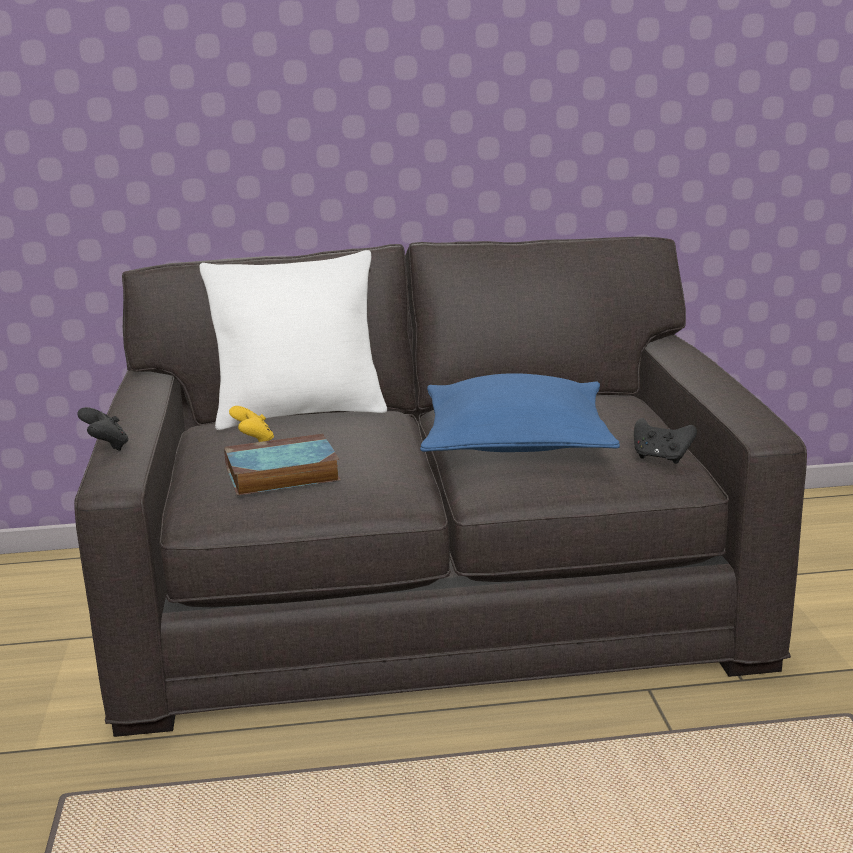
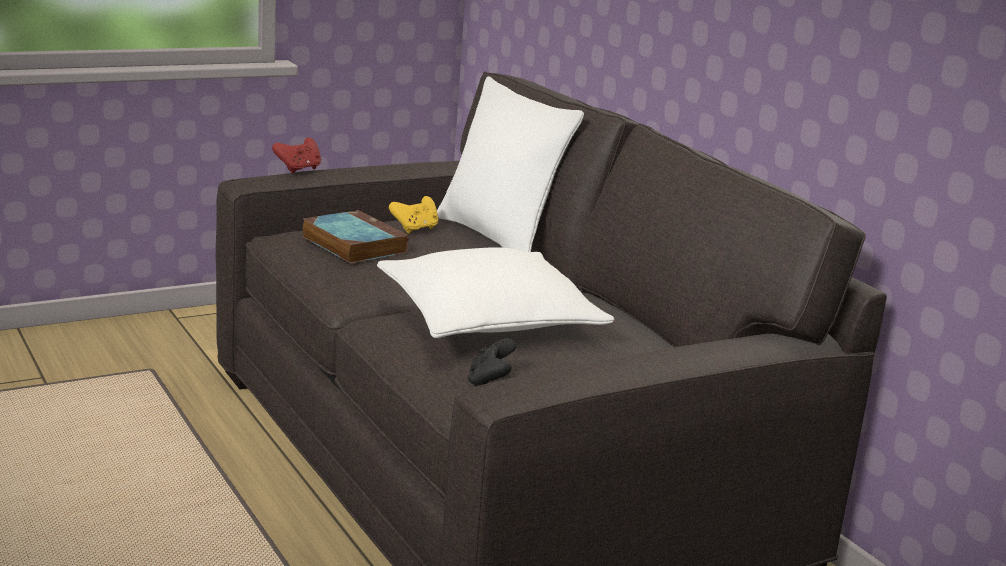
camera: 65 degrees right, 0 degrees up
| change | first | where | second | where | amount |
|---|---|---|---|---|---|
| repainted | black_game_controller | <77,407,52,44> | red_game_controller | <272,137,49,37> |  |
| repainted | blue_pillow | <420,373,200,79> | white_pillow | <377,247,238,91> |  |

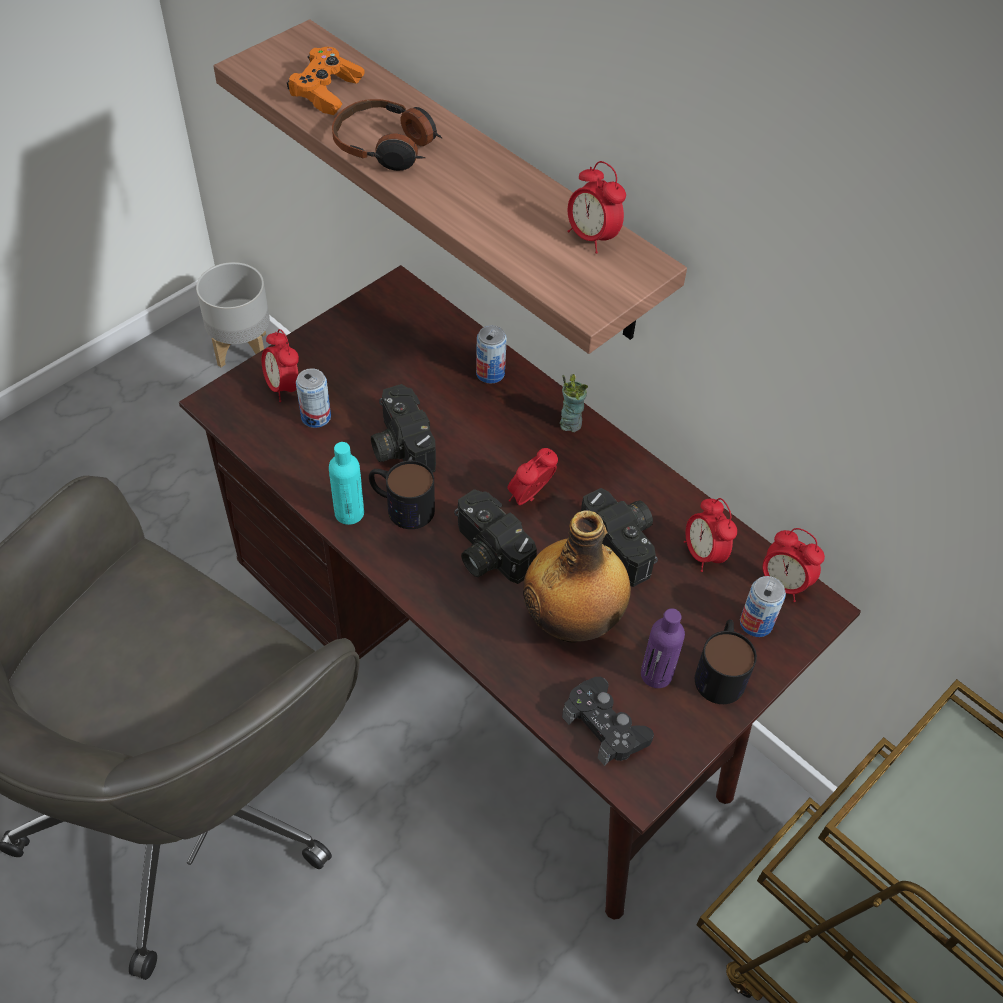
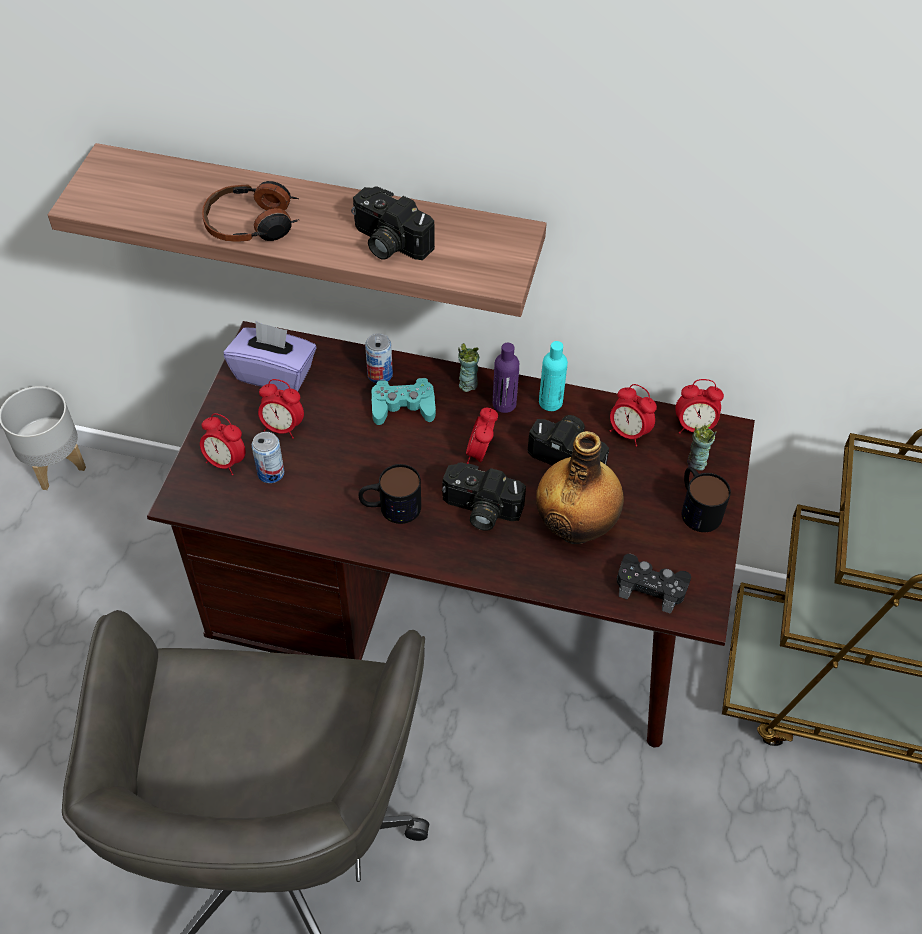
camera: 30 degrees left, 0 degrees up
| change | first | where | second | where | amount |
|---|---|---|---|---|---|
| new |  |  | purple_tissue_box | <224,321,92,70> |  |
| shifted | alarm_clock | <568,161,58,93> |  | <258,379,46,60> |  |
| shifted | photo_camera | <371,384,65,88> |  | <351,186,84,74> |  |
| new |  |  | turquoise_game_controller | <371,378,65,47> |  |
| shifted | purple_bottle | <641,608,44,80> |  | <493,343,26,70> |  |
| shifted | turquoise_bottle | <329,442,35,83> |  | <539,341,29,70> |  |
| swapped | can | <740,576,46,61> | cup | <687,424,30,47> |  |
| gone | orange_game_controller | <287,47,78,68> |  |  |  |

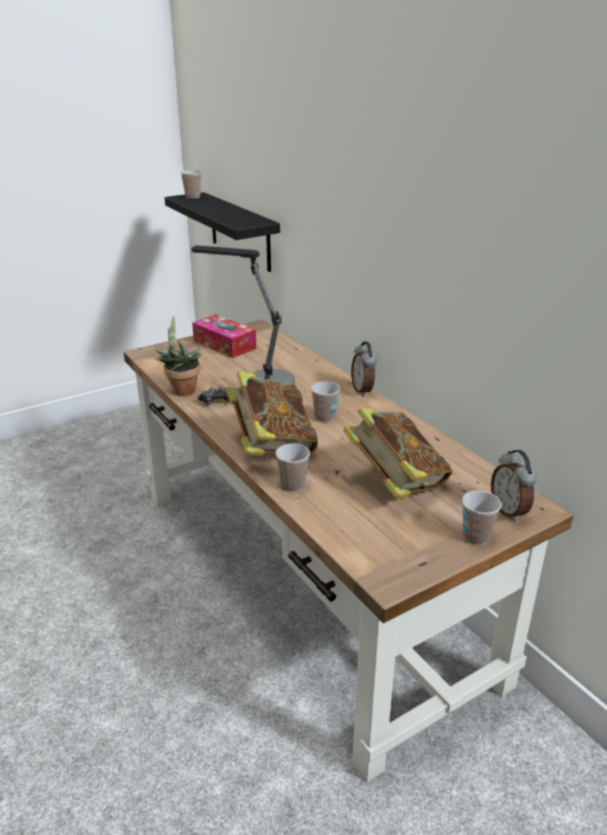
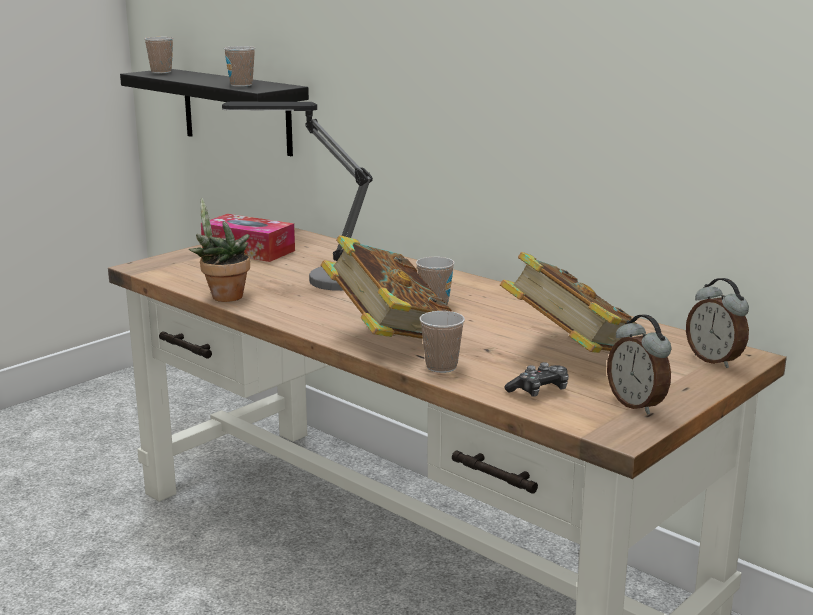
camera: 15 degrees left, 10 degrees down
| change | first | where | second | where | amount |
|---|---|---|---|---|---|
| shifted | cup | <462,491,40,54> |  | <223,46,32,41> |  |
| shifted | game_controller | <198,386,32,19> |  | <505,362,64,35> |  |
| shifted | alarm_clock | <351,341,26,55> |  | <607,315,64,100> |  |

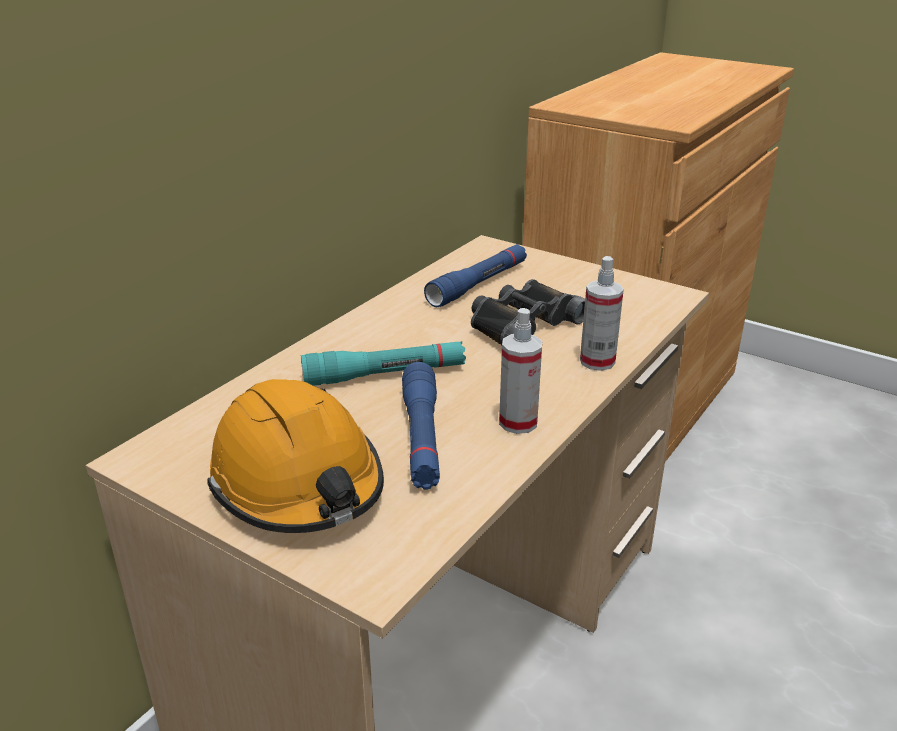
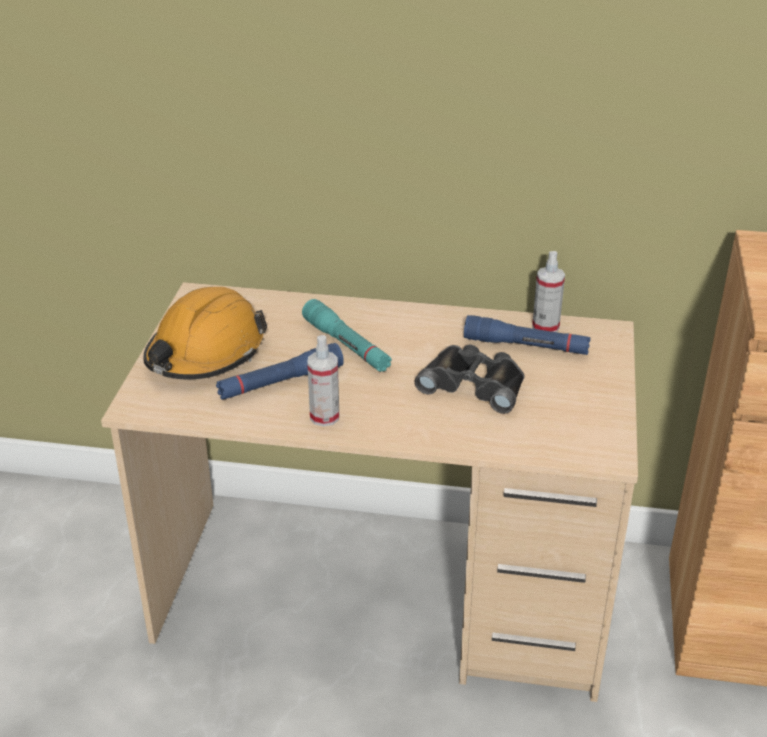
camera: 65 degrees right, 5 degrees up
| change | first | where | second | where | amount |
|---|---|---|---|---|---|
| shifted | spray_bottle | <580,256,44,115> |  | <532,251,33,81> |  |

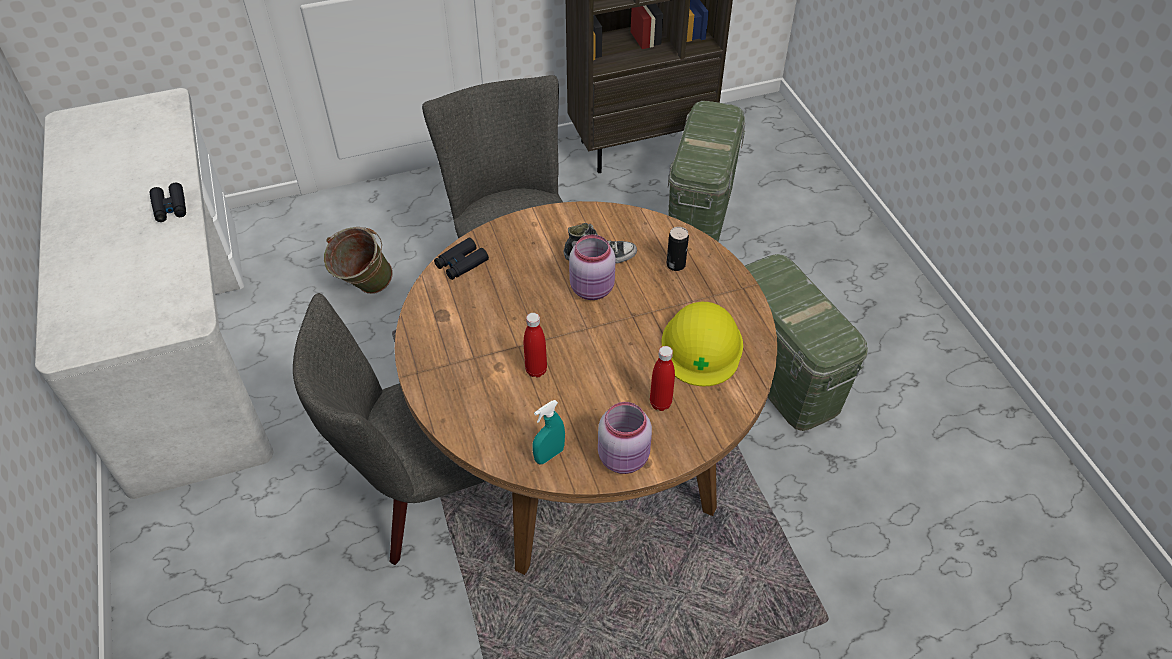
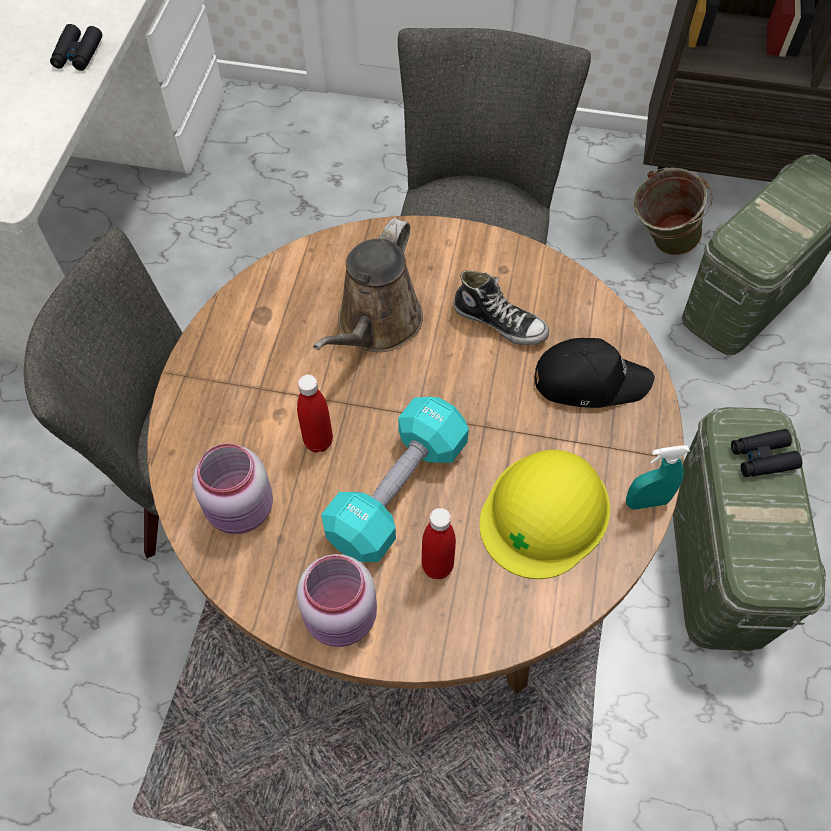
camera: 30 degrees right, 10 degrees up
| change | first | where | second | where | amount |
|---|---|---|---|---|---|
| shifted | pink_jar | <569,235,47,65> |  | <193,443,80,91> |  |
| new |  |  | brown_watering_can | <313,218,110,134> |  |
| new |  |  | turquoise_dumbbell | <321,397,148,165> |  |
| swapped | can | <666,227,23,44> | black_cap | <534,338,121,70> |  |
| shifted | turquoise_spray_bottle | <532,400,33,64> |  | <626,445,64,65> |  |
| shifted | green_bucket | <324,227,69,67> |  | <634,168,78,87> |  |
| shifted | black_binoculars | <434,238,55,42> |  | <731,429,71,48> |  |

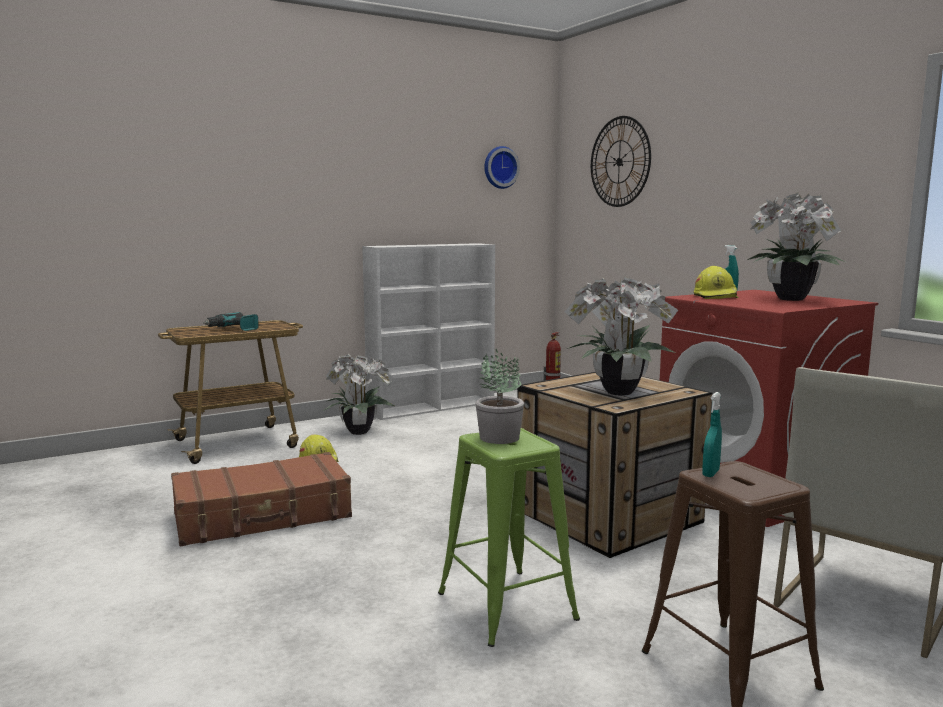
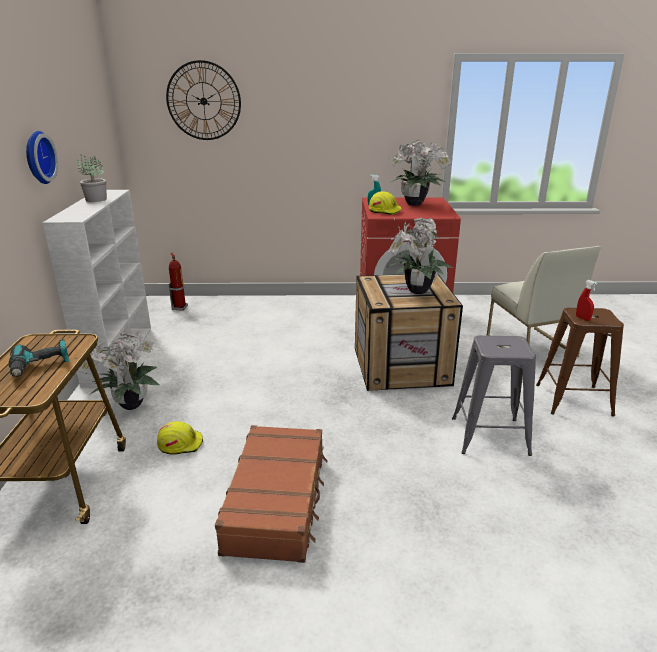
camera: 60 degrees left, 15 degrees up
| change | first | where | second | where | amount |
|---|---|---|---|---|---|
| shifted | wall_clock | <484,146,36,43> |  | <26,131,32,53> |  |
| shifted | potted_plant | <475,349,49,95> |  | <77,155,30,47> |  |
| repainted | green_stool | <438,428,142,219> | grey_stool | <452,335,84,121> |  |
| repainted | turquoise_spray_bottle | <702,392,20,85> | red_spray_bottle | <576,280,21,41> |  |

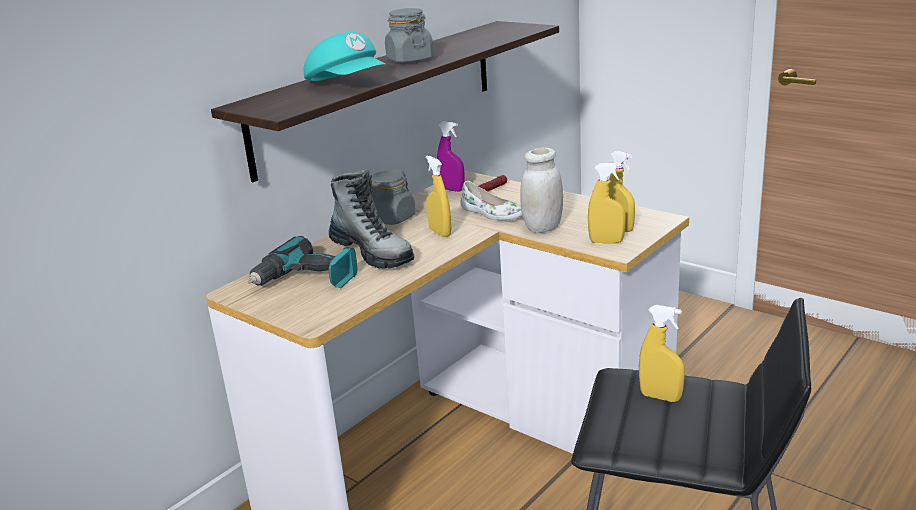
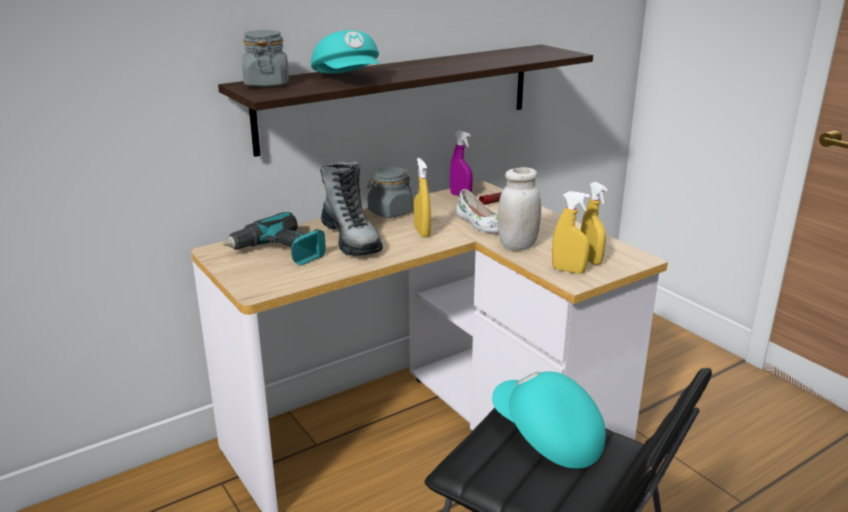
camera: 15 degrees right, 0 degrees up
| change | first | where | second | where | amount |
|---|---|---|---|---|---|
| shifted | grey_jar | <385,8,49,55> |  | <242,30,47,57> |  |
| swapped | yellow_spray_bottle | <639,305,46,97> | turquoise_cap | <492,371,114,98> |  |

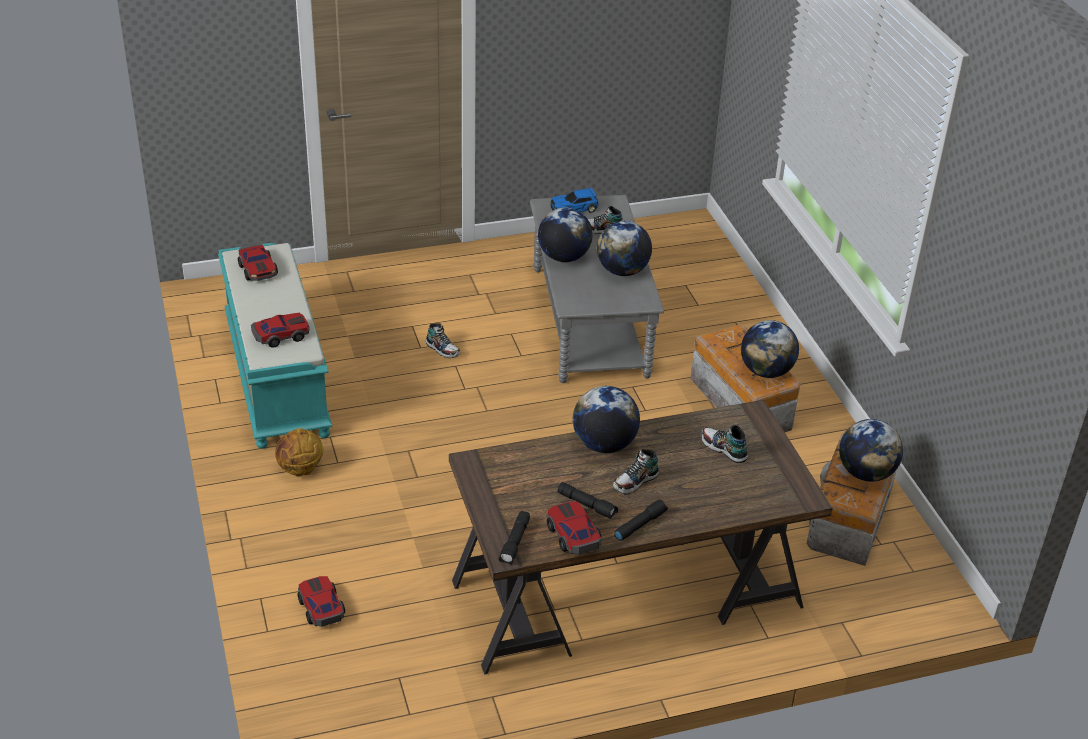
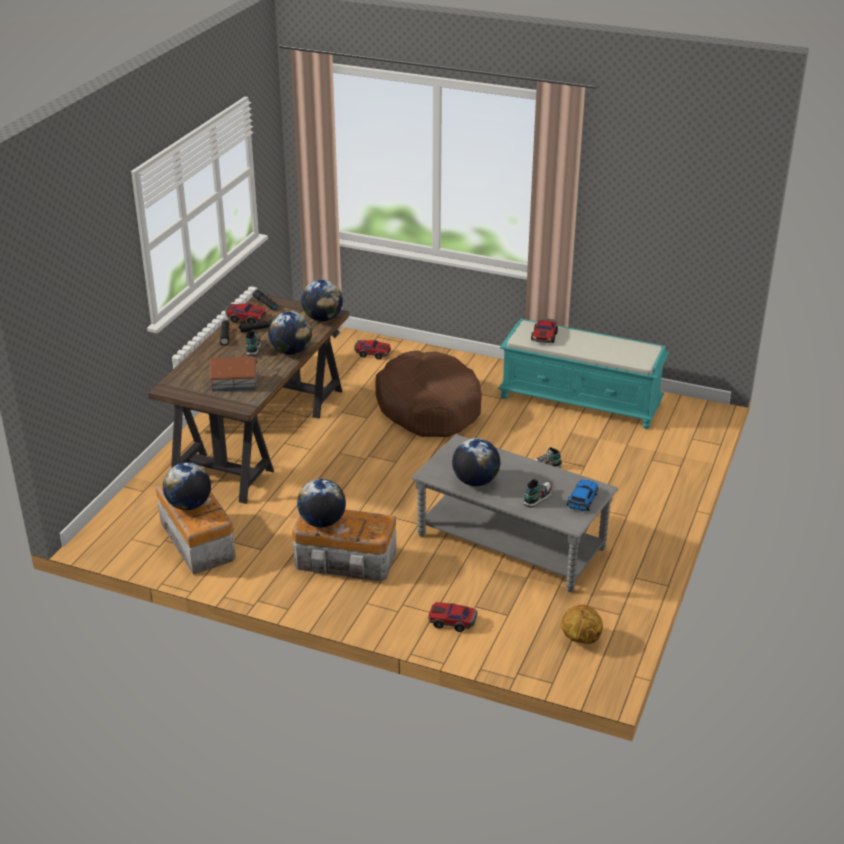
camera: 130 degrees right, 5 degrees down
| change | first | where | second | where | amount |
|---|---|---|---|---|---|
| swapped | shoe | <702,425,46,38> | toy_house | <209,357,49,34> |  |
| shifted | globe | <538,207,55,55> |  | <301,280,42,41> |  |
| new |  |  | brown_dog_bed | <375,350,107,87> |  |
| shifted | toy_car | <238,243,40,38> |  | <428,602,49,30> |  |
| shifted | basketball | <275,428,49,48> |  | <561,605,42,39> |  |

